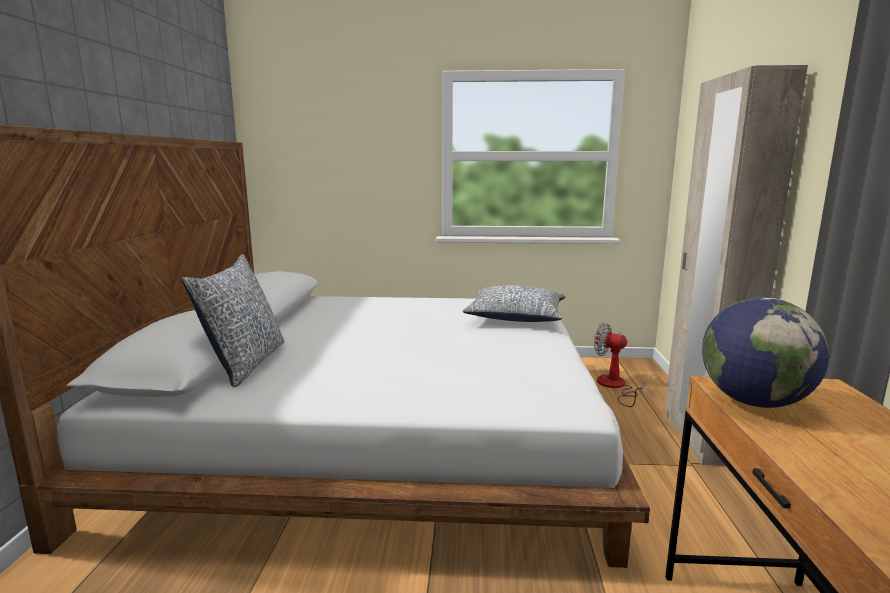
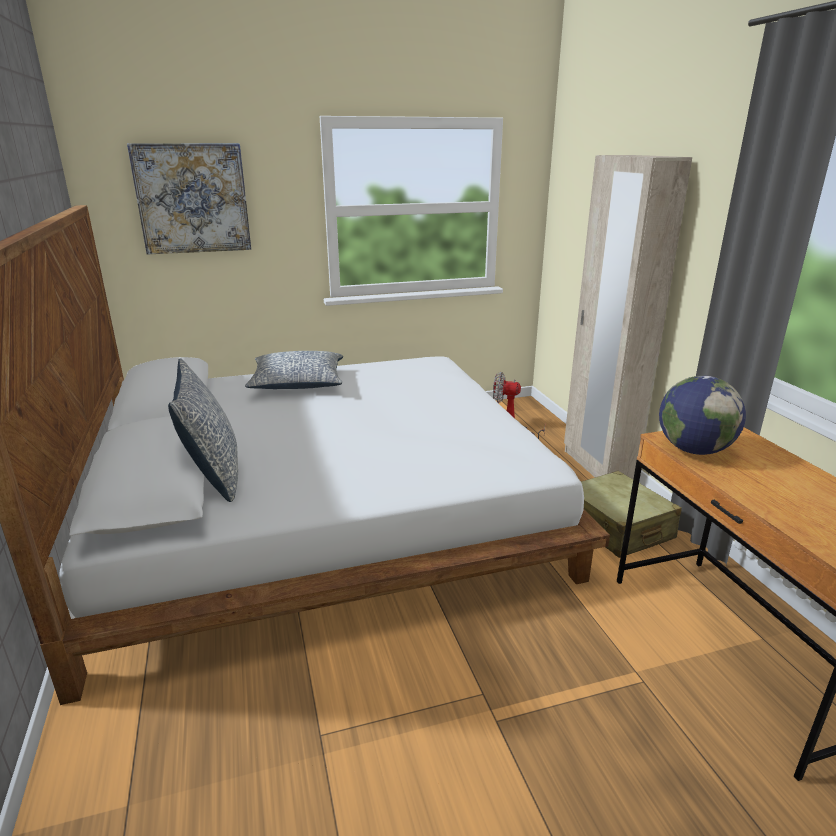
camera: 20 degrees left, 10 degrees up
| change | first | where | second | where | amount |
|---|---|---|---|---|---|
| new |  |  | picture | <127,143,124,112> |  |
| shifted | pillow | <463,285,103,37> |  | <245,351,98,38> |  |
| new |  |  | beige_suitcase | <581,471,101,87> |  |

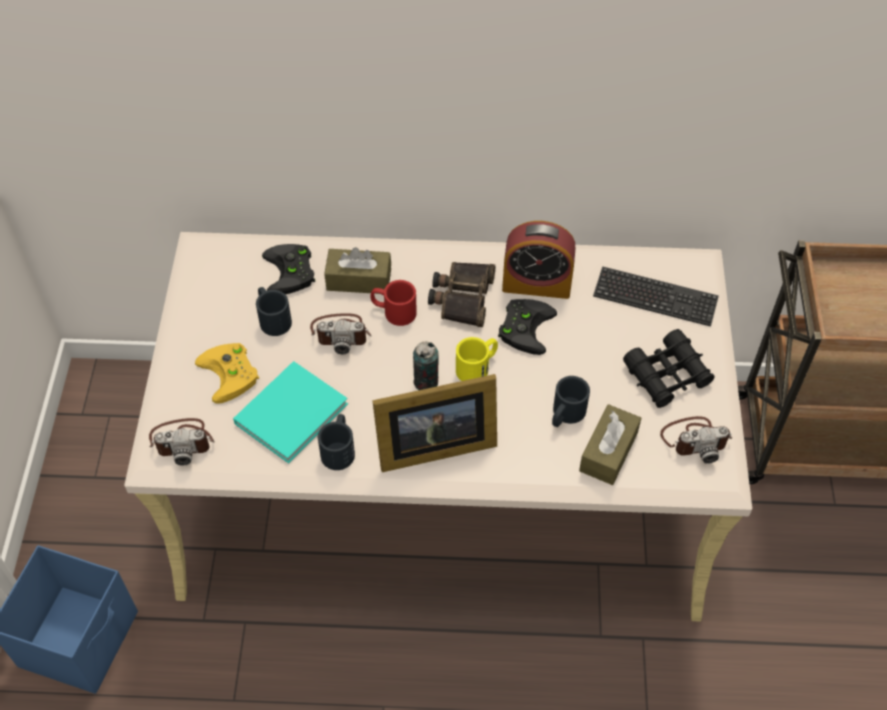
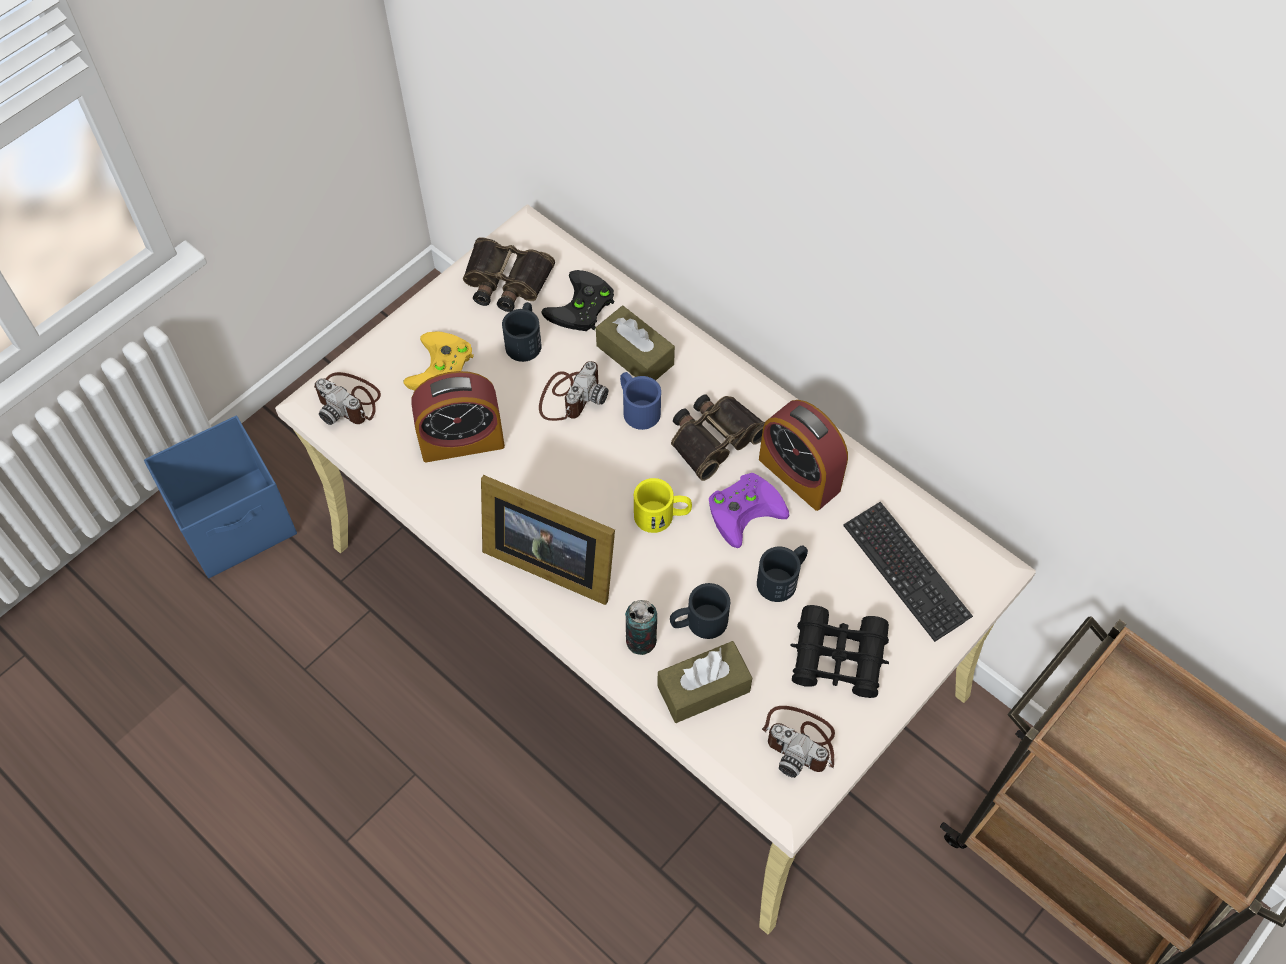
camera: 40 degrees right, 5 degrees up
| change | first | where | second | where | amount |
|---|---|---|---|---|---|
| swapped | turquoise_book | <233,361,115,102> | alarm_clock | <412,371,93,91> |  |
| new |  |  | binoculars | <463,237,92,75> |  |
| rotated | photo_camera | <310,313,61,41> |  | <539,361,69,60> | 105 degrees counterclockwise |
| repainted | red_mug | <370,280,47,46> | blue_mug | <620,372,41,58> |  |
| shifted | can | <413,342,26,48> |  | <625,600,32,55> |  |
| repainted | black_game_controller | <498,299,59,56> | purple_game_controller | <709,473,80,75> |  |
| shifted | black_mug | <318,414,37,56> |  | <757,545,51,57> |  |

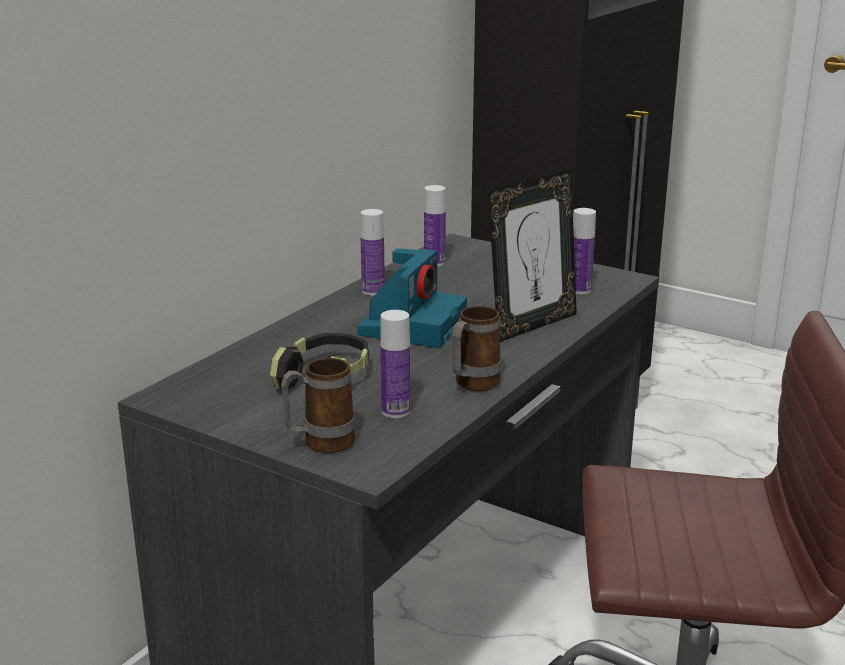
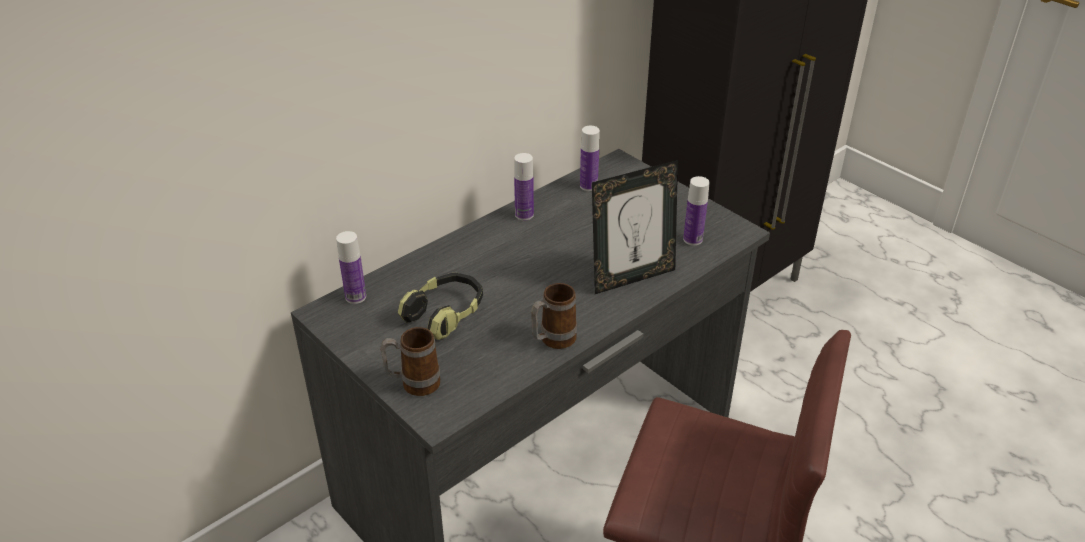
camera: 15 degrees right, 15 degrees up
| change | first | where | second | where | amount |
|---|---|---|---|---|---|
| shifted | bottle | <380,310,30,108> |  | <336,231,30,73> |  |
| gone | photo_camera | <357,248,110,100> |  |  |  |

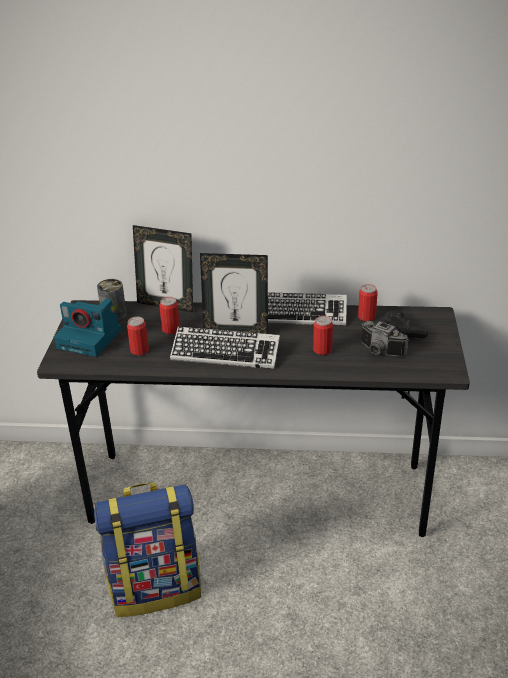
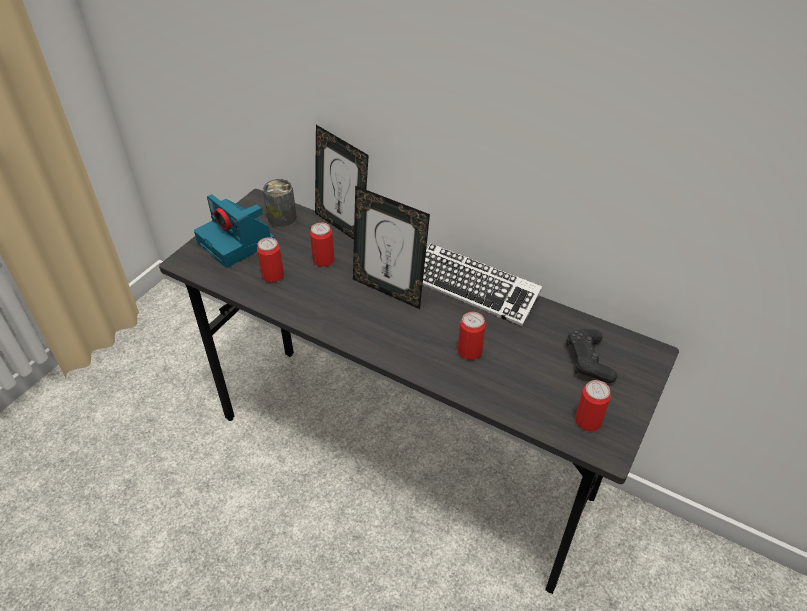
camera: 25 degrees right, 10 degrees up
| change | first | where | second | where | amount |
|---|---|---|---|---|---|
| shifted | can | <358,284,20,37> |  | <575,380,36,52> |  |
| gone | backpack | <94,482,107,135> |  |  |  |
| gone | keyboard | <170,327,110,42> |  |  |  |
| gone | photo_camera | <361,321,47,36> |  |  |  |

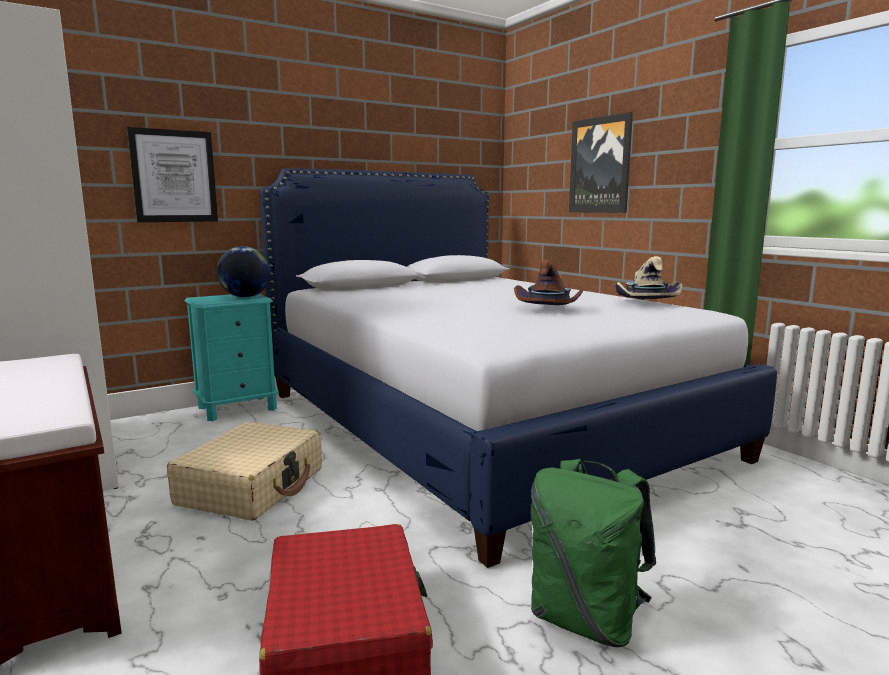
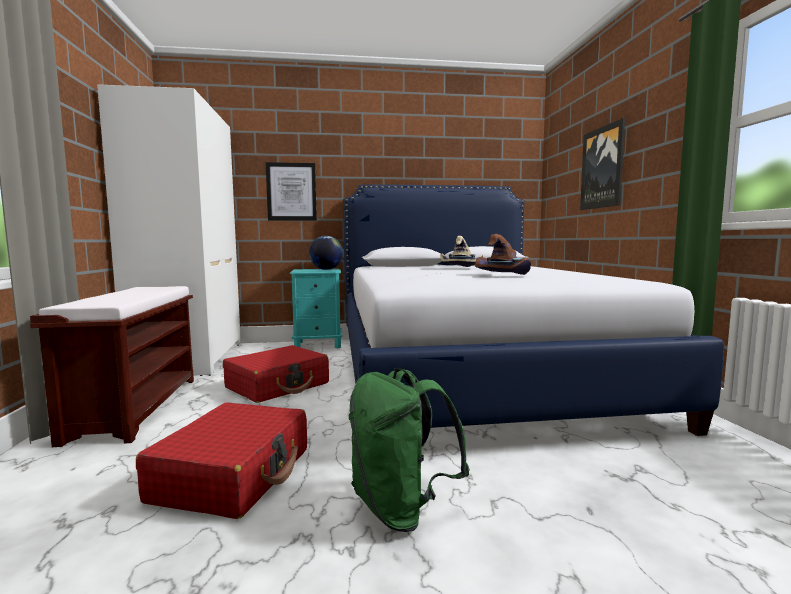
camera: 25 degrees right, 5 degrees down
| change | first | where | second | where | amount |
|---|---|---|---|---|---|
| repainted | beige_suitcase | <167,422,155,99> | red_suitcase | <223,345,106,58> |  |
| shifted | beige_hat | <615,256,67,43> |  | <440,236,43,31> |  |

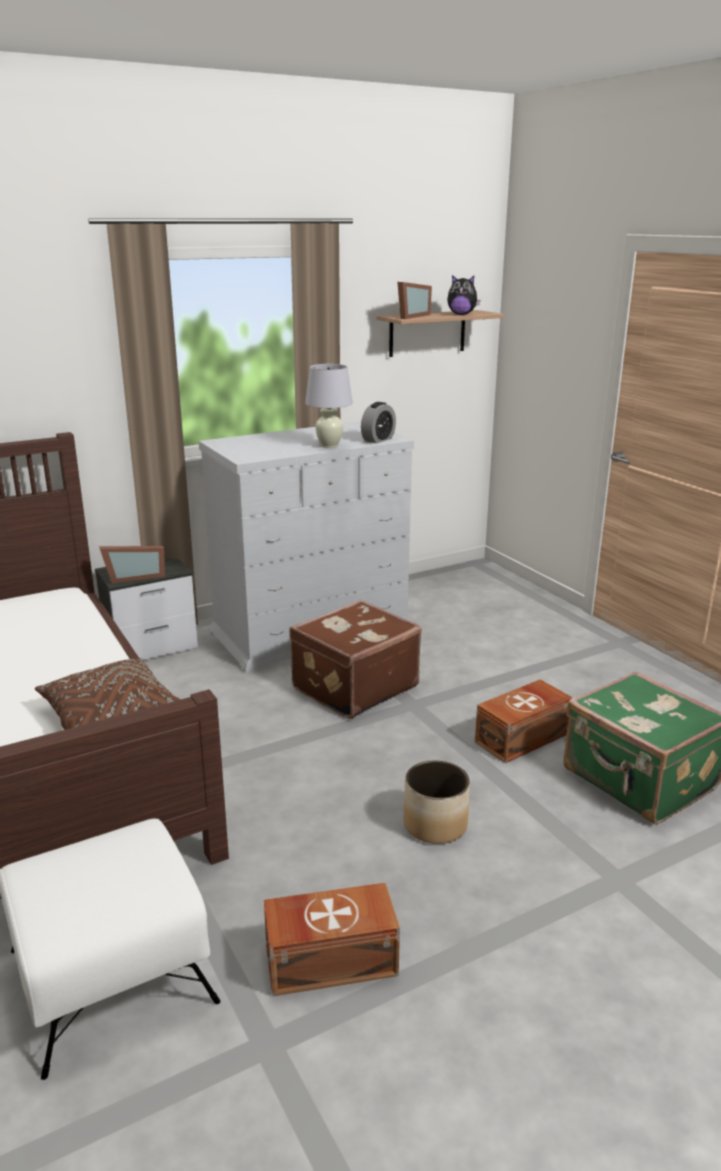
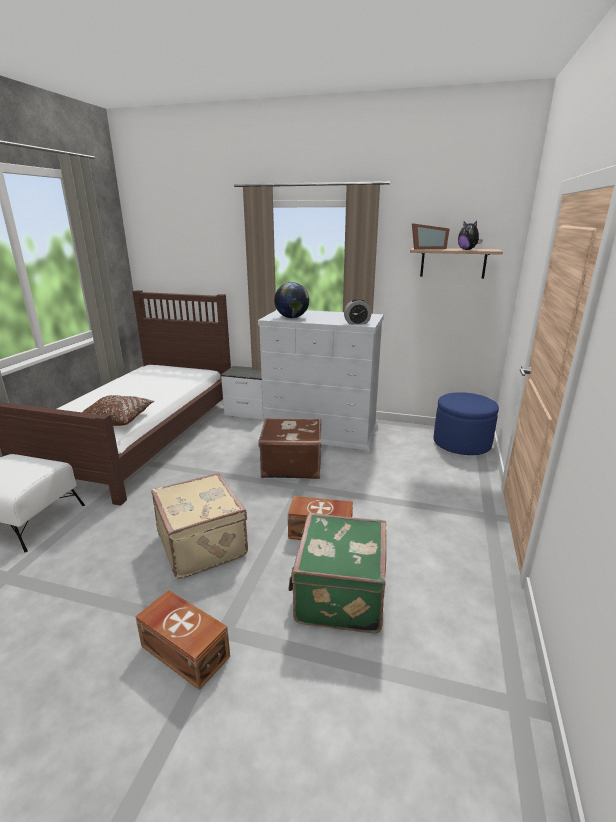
camera: 45 degrees right, 0 degrees up
| change | first | where | second | where | amount |
|---|---|---|---|---|---|
| shifted | brown_storage_box | <264,882,136,114> |  | <135,590,95,100> |  |
| swapped | planter | <403,761,67,83> | beige_suitcase | <151,473,97,106> |  |
| new |  |  | globe | <274,282,35,36> |  |
| new |  |  | blue_ottoman | <434,392,65,63> |  |
| gone | picture_frame | <99,546,66,37> |  |  |  |
| gone | white_table_lamp | <305,364,48,84> |  |  |  |

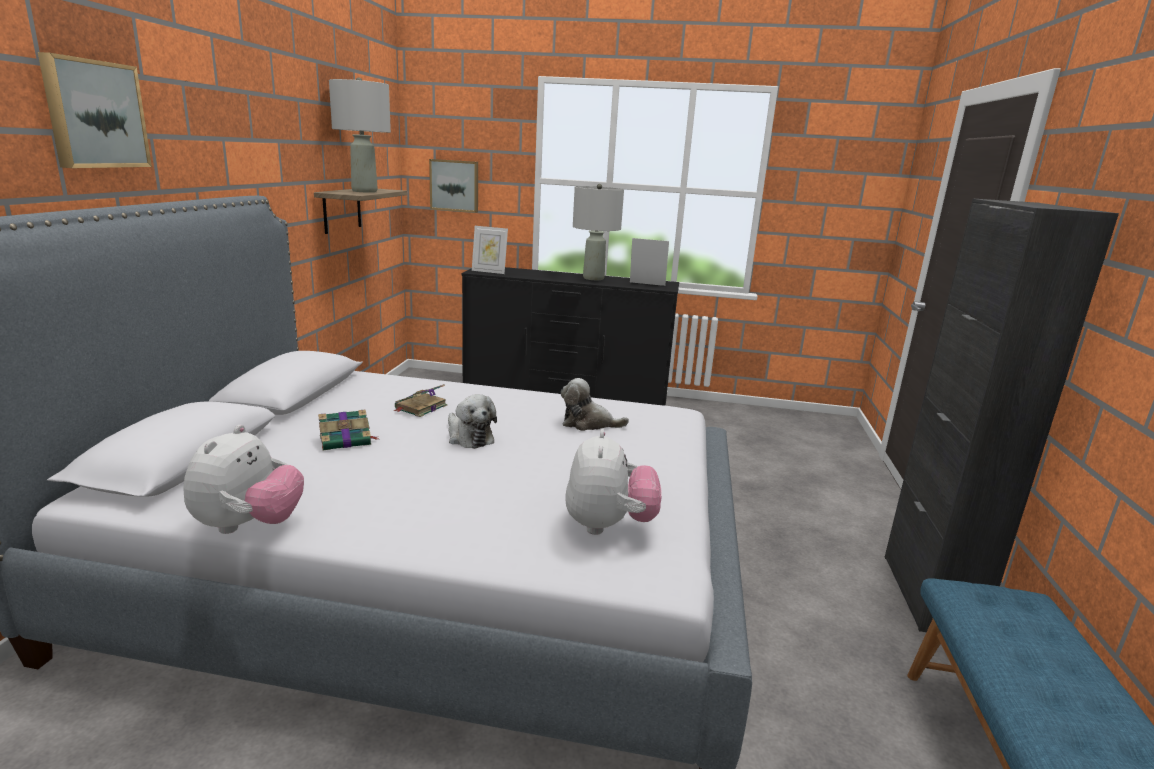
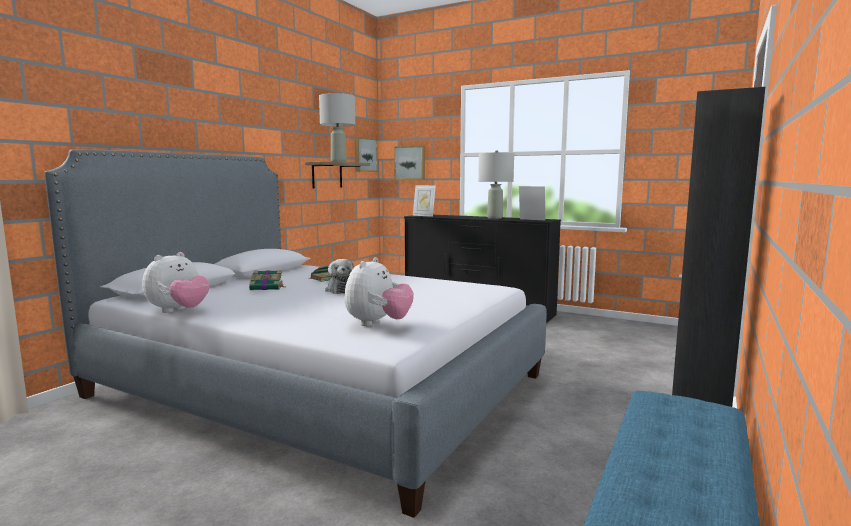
camera: 20 degrees right, 10 degrees down
| change | first | where | second | where | amount |
|---|---|---|---|---|---|
| shifted | picture | <38,52,114,116> |  | <355,137,23,35> |  |
| gone | plush_toy | <561,378,68,53> |  |  |  |

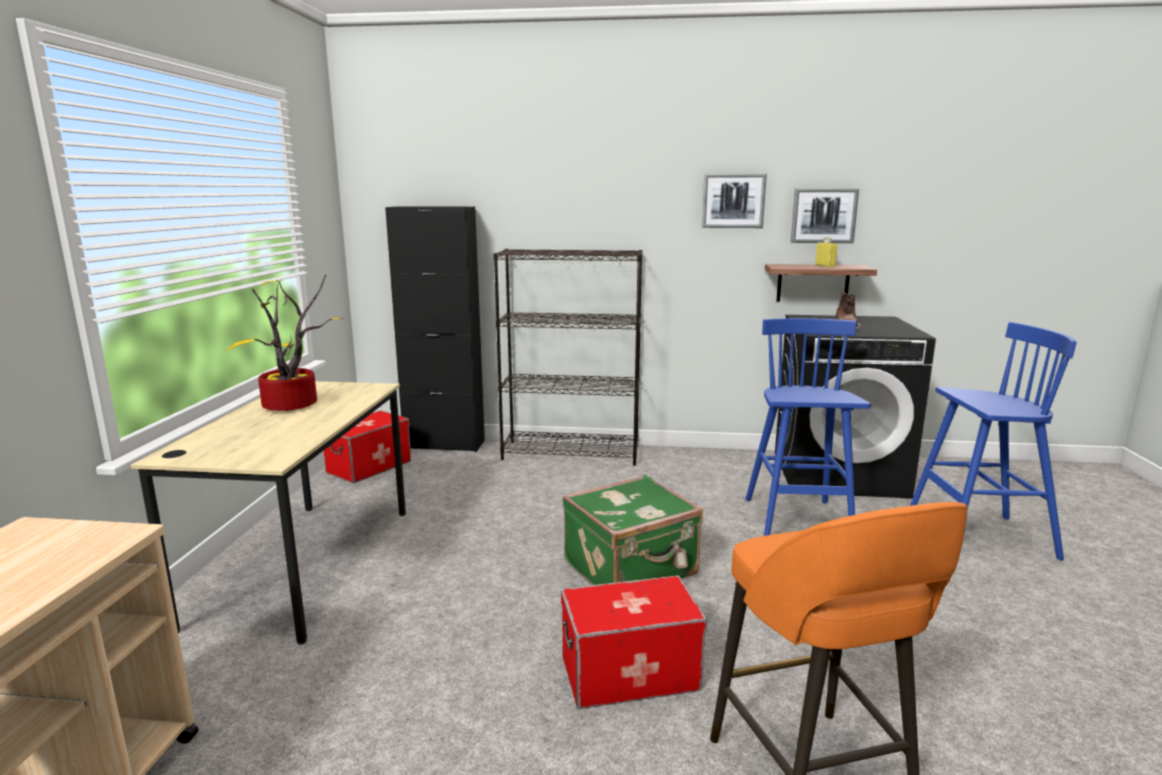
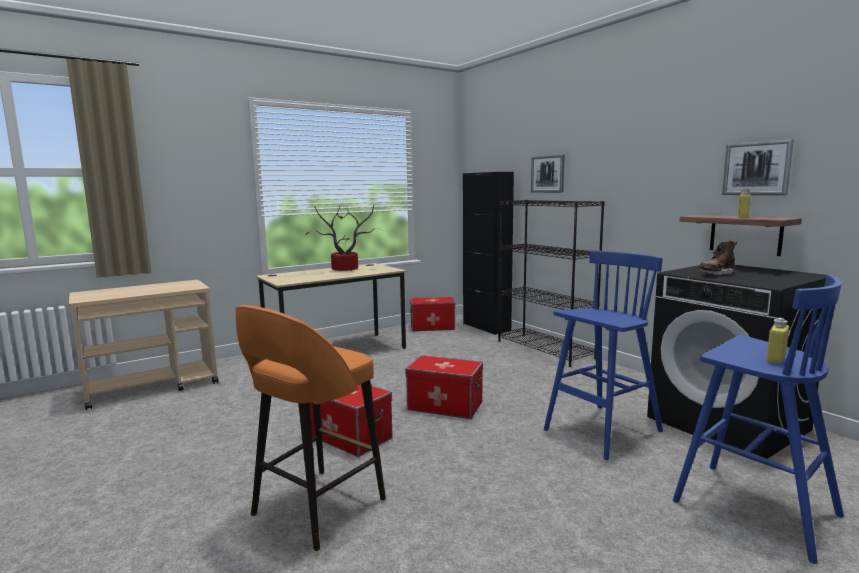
camera: 50 degrees right, 5 degrees down
| change | first | where | second | where | amount |
|---|---|---|---|---|---|
| swapped | green_suitcase | <563,475,140,110> | storage_box | <405,355,78,64> |  |
| shifted | picture | <702,173,65,55> |  | <531,155,34,38> |  |
| new |  |  | yellow_bottle | <766,318,23,46> |  |

